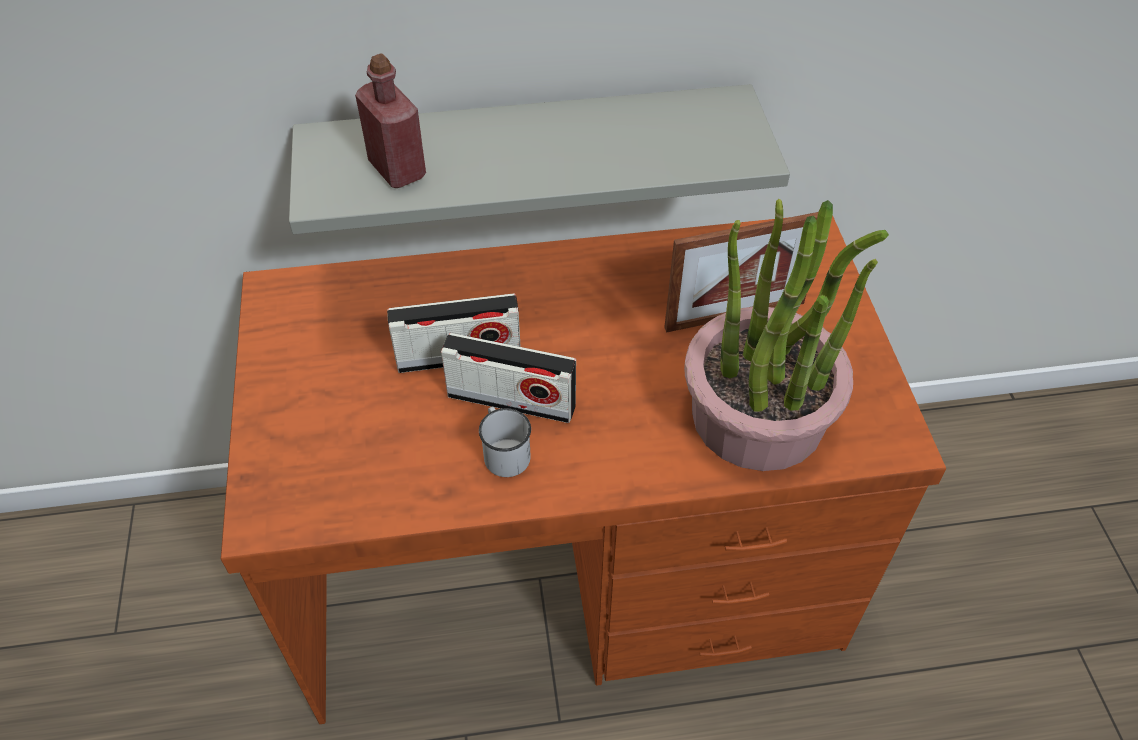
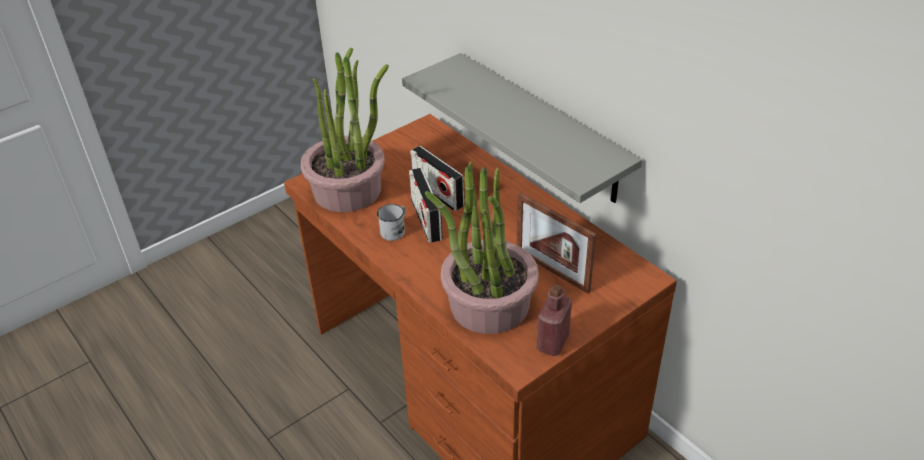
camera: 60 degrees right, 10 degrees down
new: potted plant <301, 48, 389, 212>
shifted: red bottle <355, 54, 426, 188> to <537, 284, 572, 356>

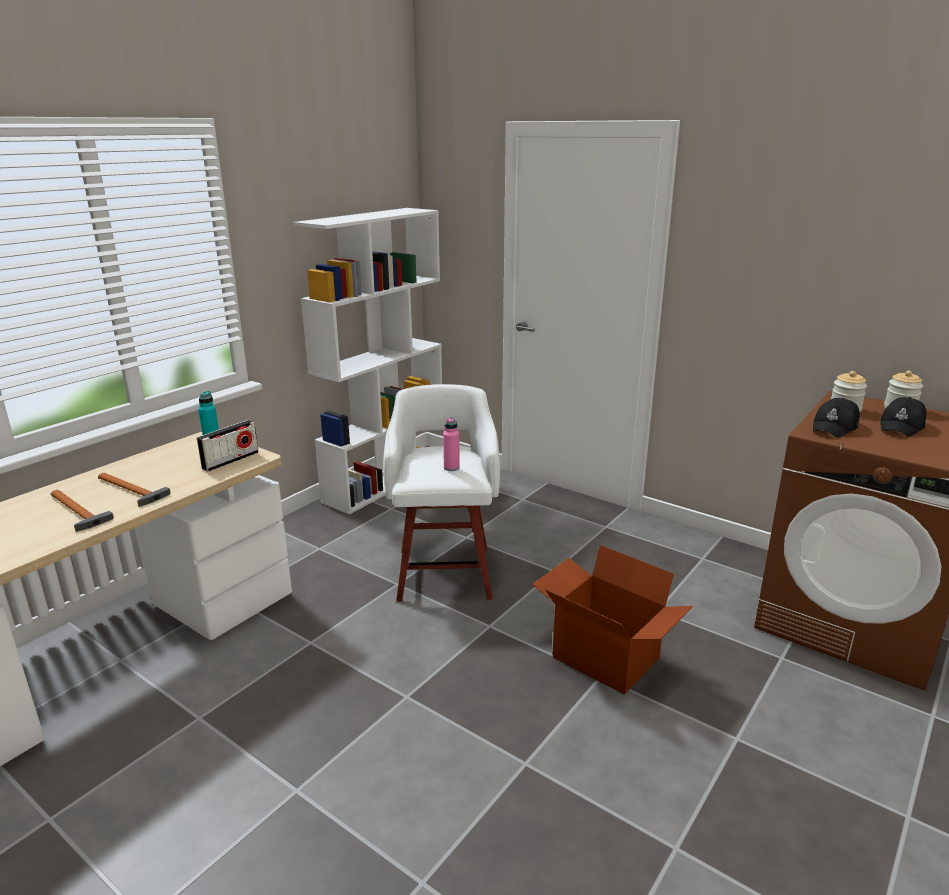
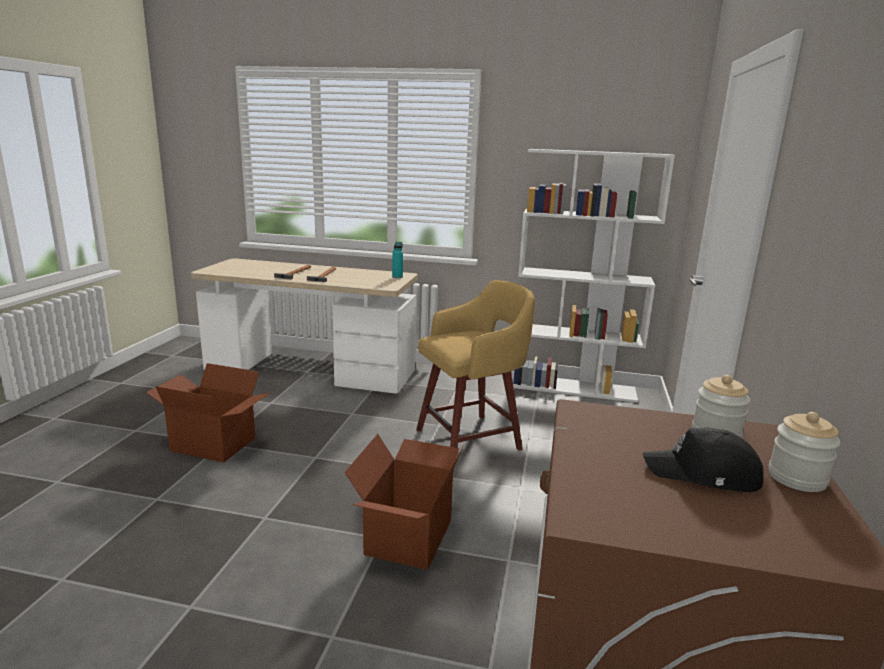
camera: 65 degrees right, 5 degrees down
gone: radio <197, 420, 259, 472>; pink bottle <443, 417, 460, 471>; black cap <813, 398, 860, 437>
new: cardboard box <146, 363, 270, 463>
repainted: white stool <383, 384, 500, 602> to yellow stool <416, 280, 535, 460>

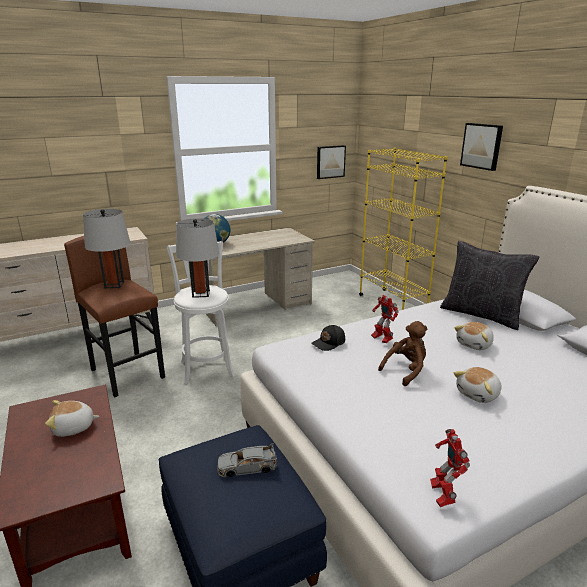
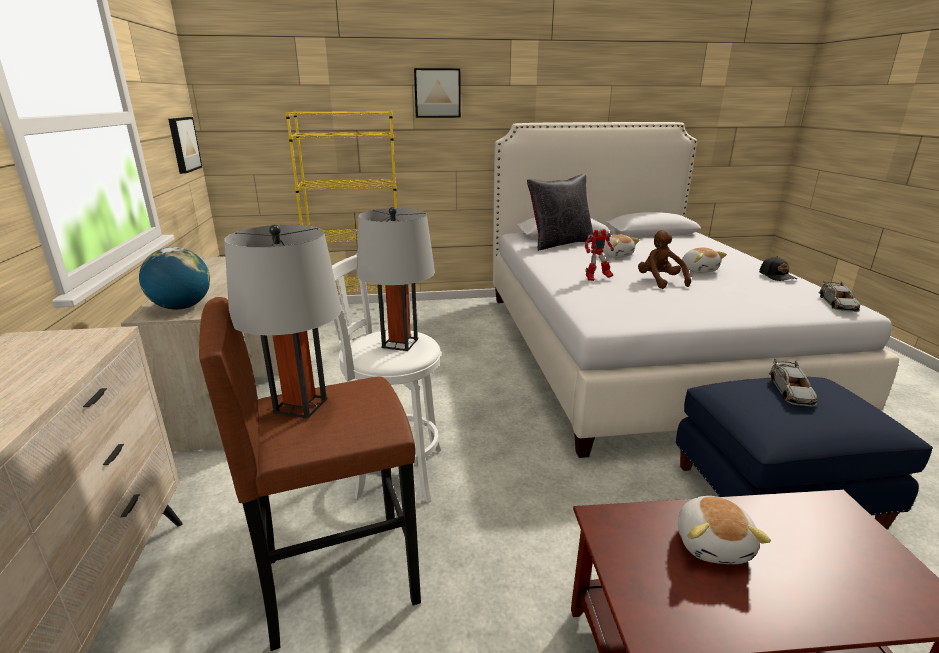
camera: 70 degrees left, 0 degrees up
shifted: black cap <311, 325, 345, 351> to <759, 256, 797, 281>
swapped: toy robot <430, 429, 470, 507> to grey toy car <818, 280, 860, 312>

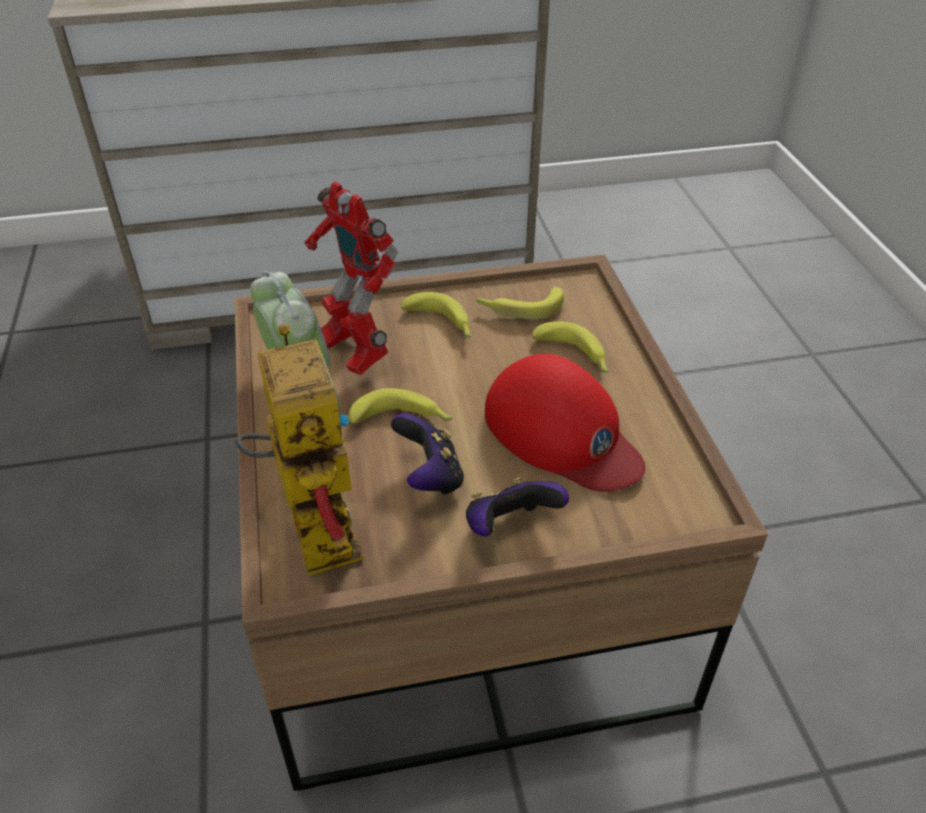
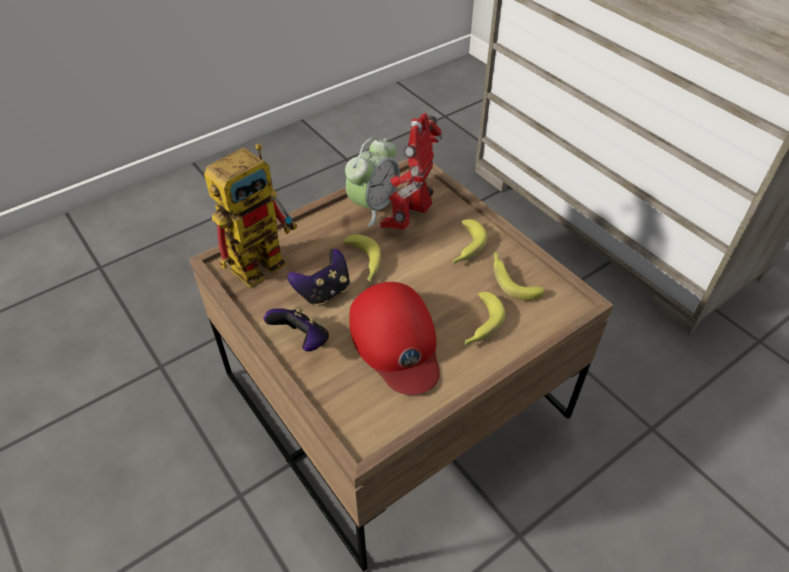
camera: 65 degrees right, 5 degrees up
rotated: red cap <485, 353, 645, 492> = <349, 282, 440, 395> 45 degrees counterclockwise

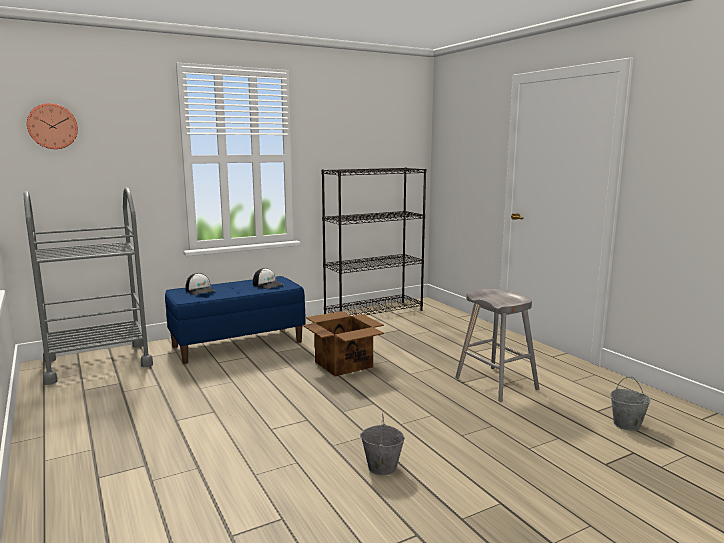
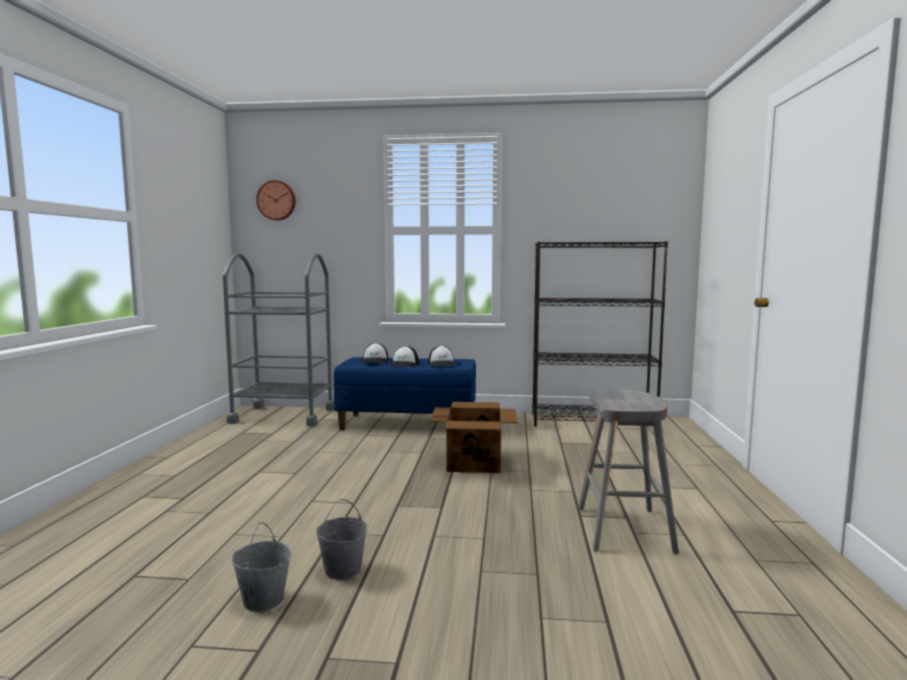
camera: 35 degrees right, 5 degrees down
new: cap <389, 346, 419, 368>
shifted: grey bucket <610, 377, 651, 431> to <231, 523, 292, 612>

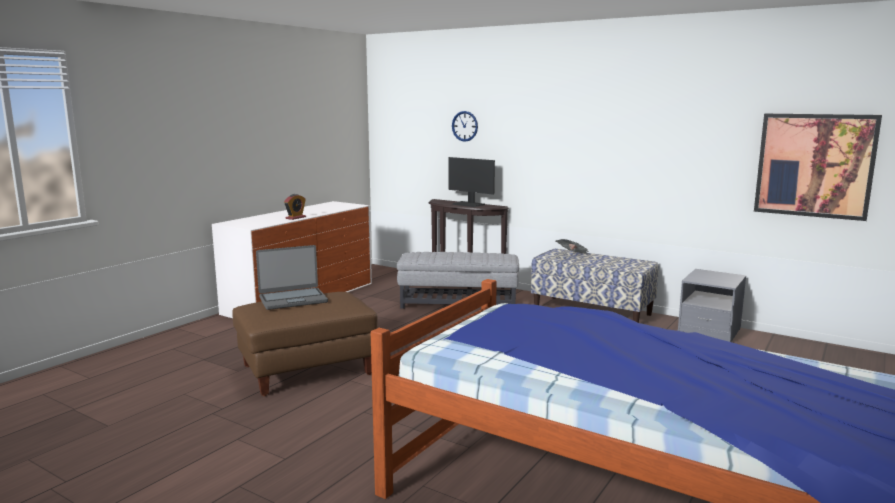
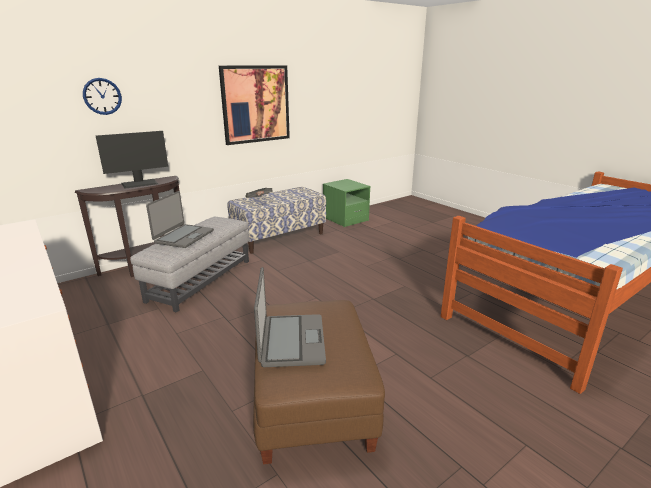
camera: 70 degrees left, 10 degrees up
gone: alarm clock <284, 194, 306, 220>
new: laptop <146, 191, 214, 248>
shifted: picture <754, 113, 882, 221> to <219, 65, 290, 145>
repainted: grey nightstand <678, 269, 746, 342> to green nightstand <323, 179, 370, 227>

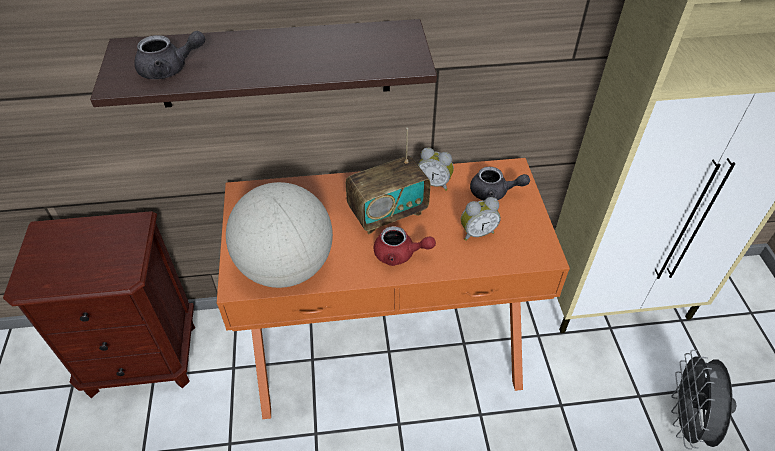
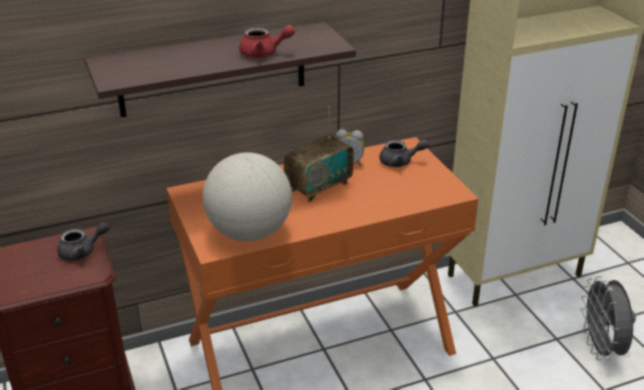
camera: 15 degrees left, 15 degrees down
gone: alarm clock <461, 197, 501, 241>
shifted: grey teapot <134, 31, 205, 79> to <57, 222, 110, 261>; red teapot <374, 226, 436, 266> to <239, 25, 295, 58>

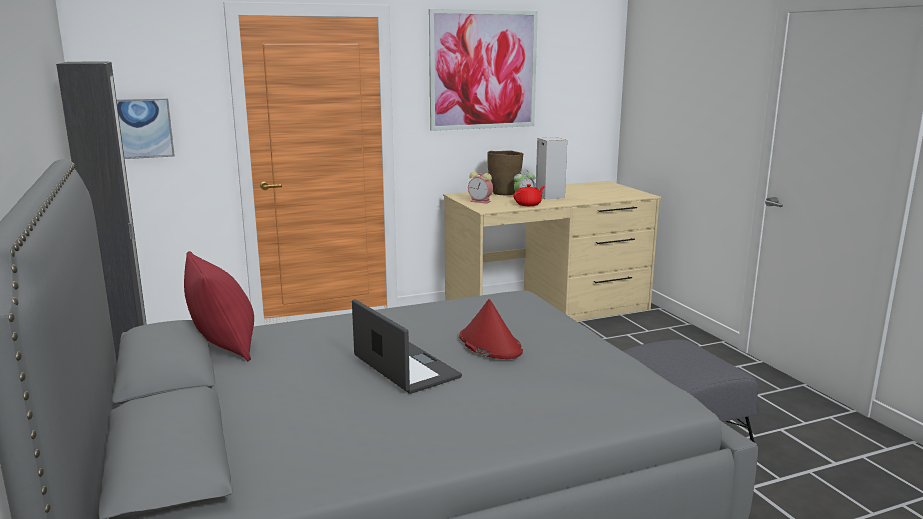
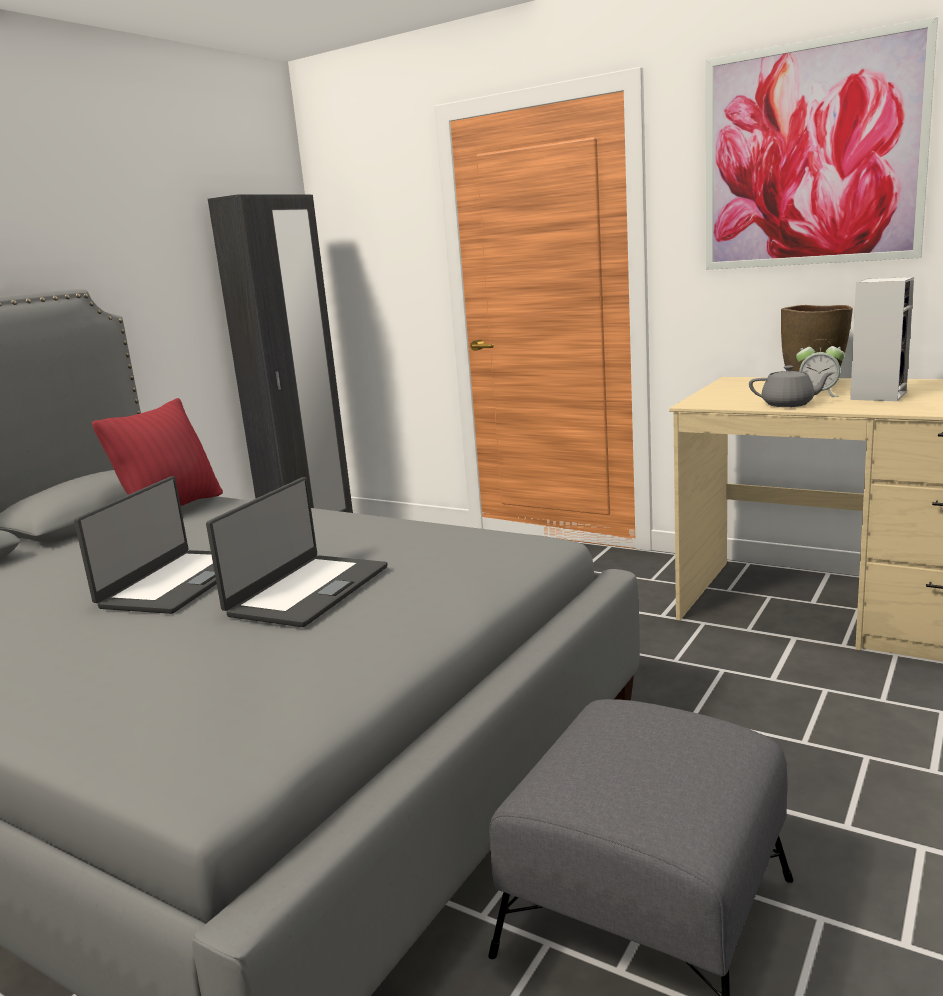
camera: 55 degrees right, 0 degrees up
gone: picture <117, 98, 175, 159>; alarm clock <468, 172, 493, 204>
swapped: red hat <459, 299, 523, 359> to laptop <206, 477, 387, 627>
repainted: red teapot <513, 184, 545, 206> to grey teapot <749, 365, 834, 407>

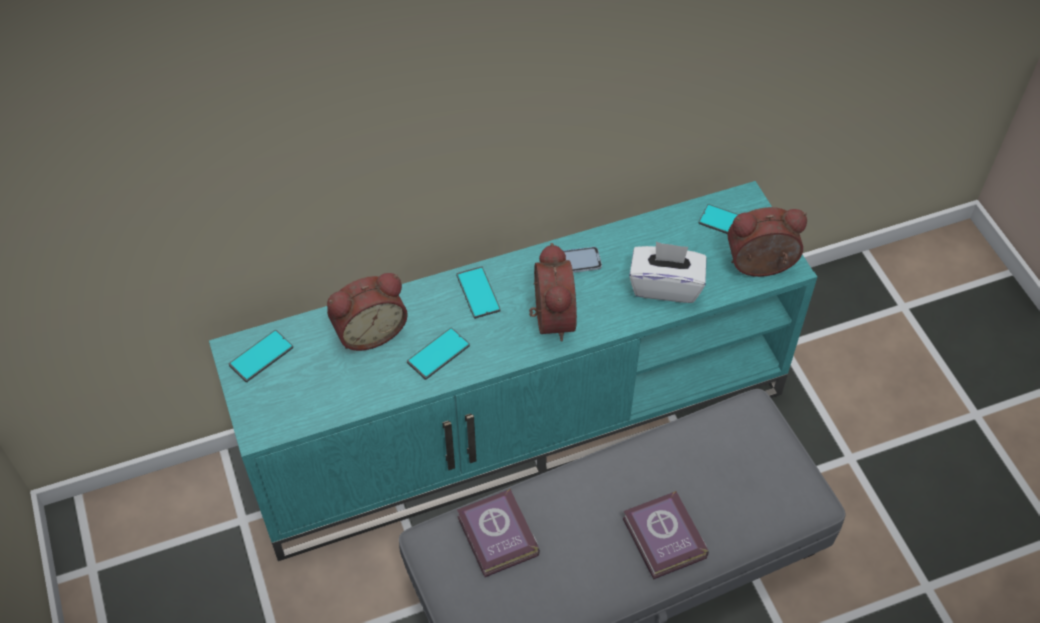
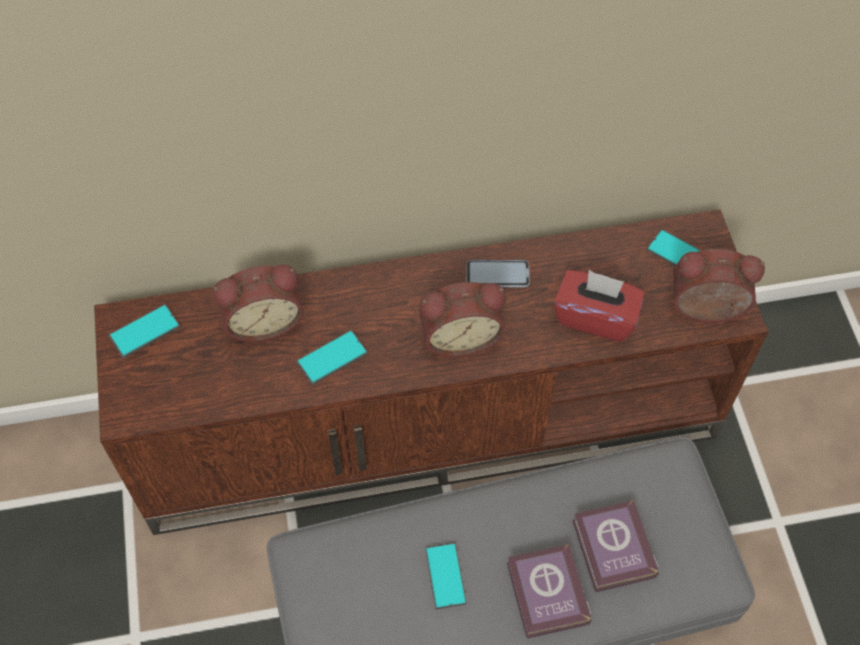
camera: 10 degrees right, 5 degrees up
shifted: phone <456, 266, 501, 319> to <425, 542, 467, 609>; book <457, 489, 540, 577> to <572, 500, 659, 592>
repainted: turquoise tv stand <209, 181, 817, 561> to brown tv stand <94, 209, 768, 535>; white tissue box <629, 241, 707, 303> to red tissue box <554, 270, 645, 342>
rotated: alarm clock <529, 243, 577, 341> = <419, 282, 505, 357> 75 degrees clockwise

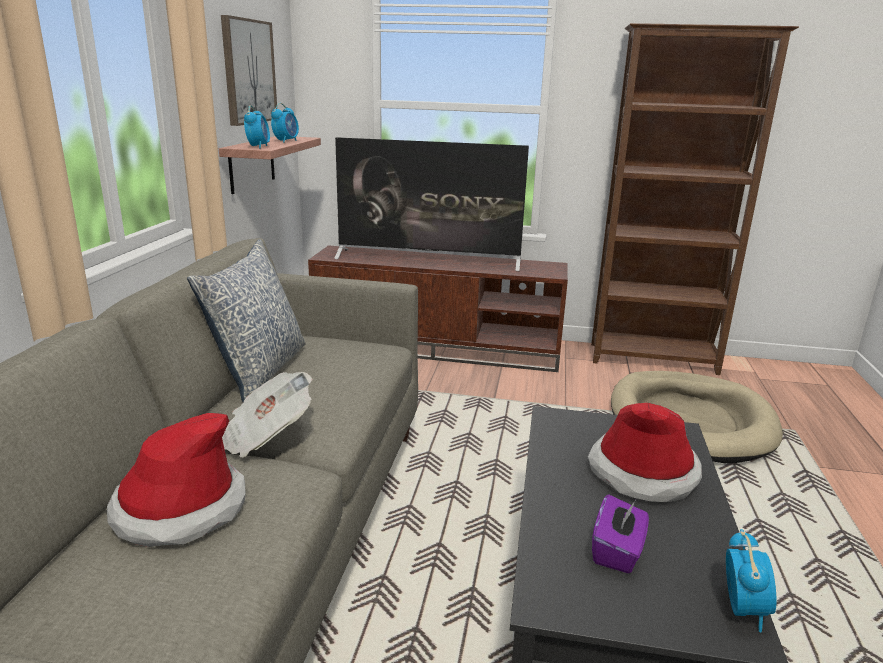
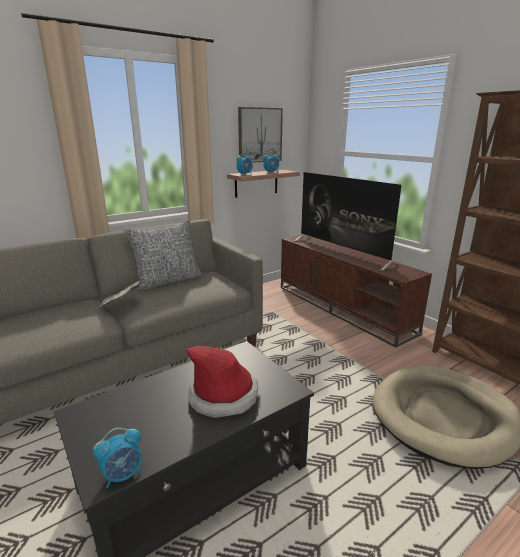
camera: 45 degrees right, 0 degrees up
gone: hat <107, 413, 245, 547>; purple tissue box <592, 495, 649, 573>

